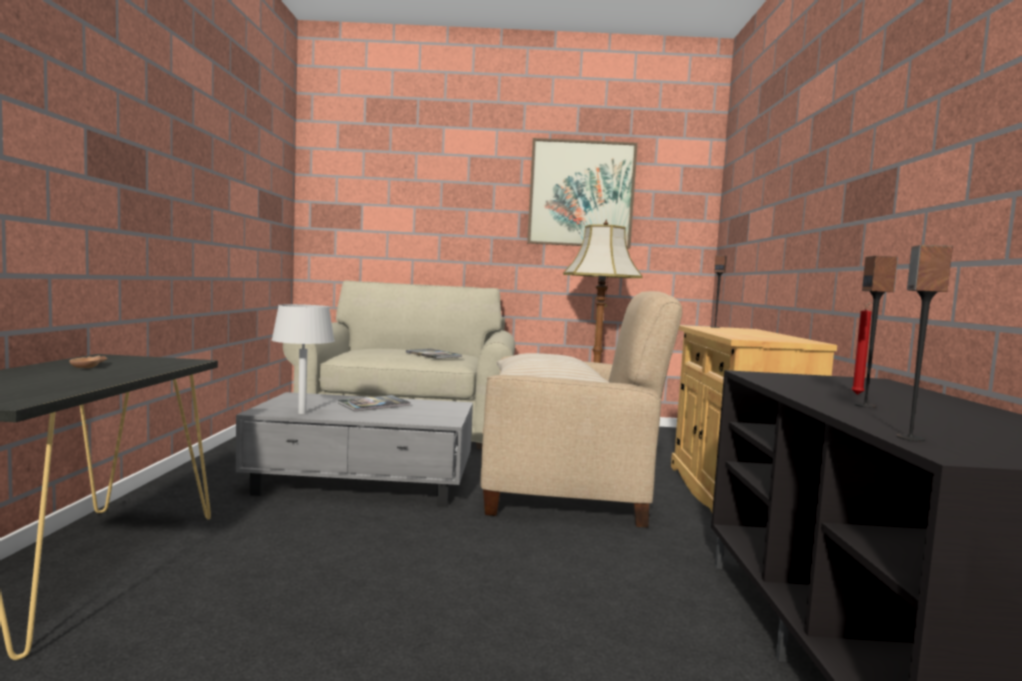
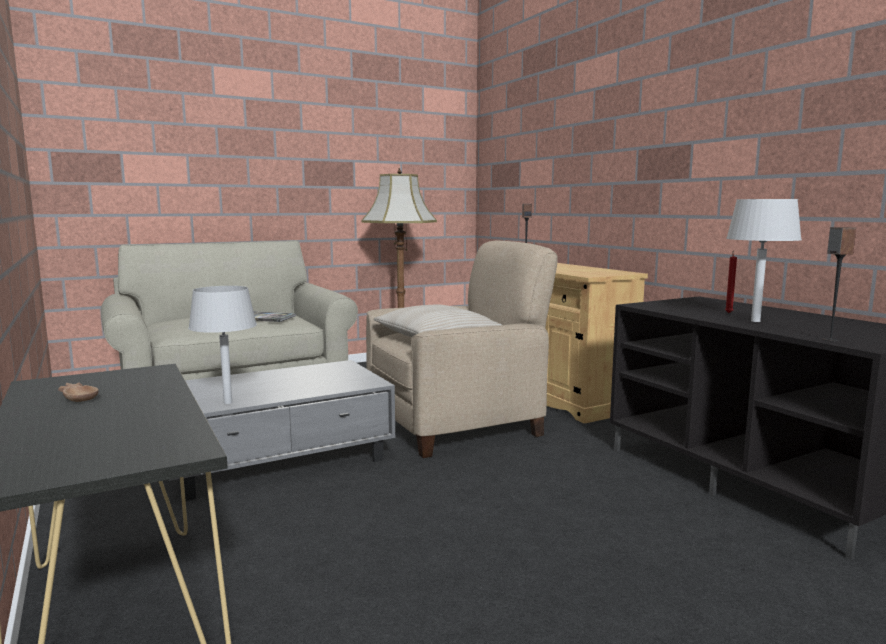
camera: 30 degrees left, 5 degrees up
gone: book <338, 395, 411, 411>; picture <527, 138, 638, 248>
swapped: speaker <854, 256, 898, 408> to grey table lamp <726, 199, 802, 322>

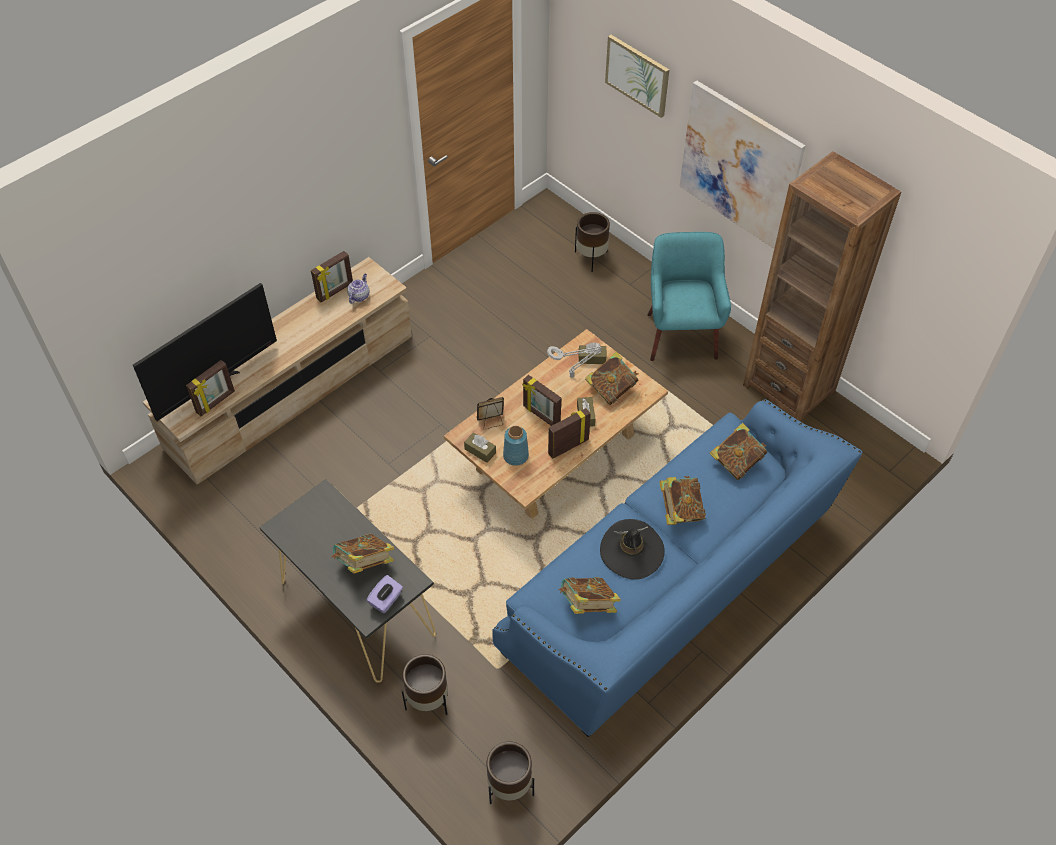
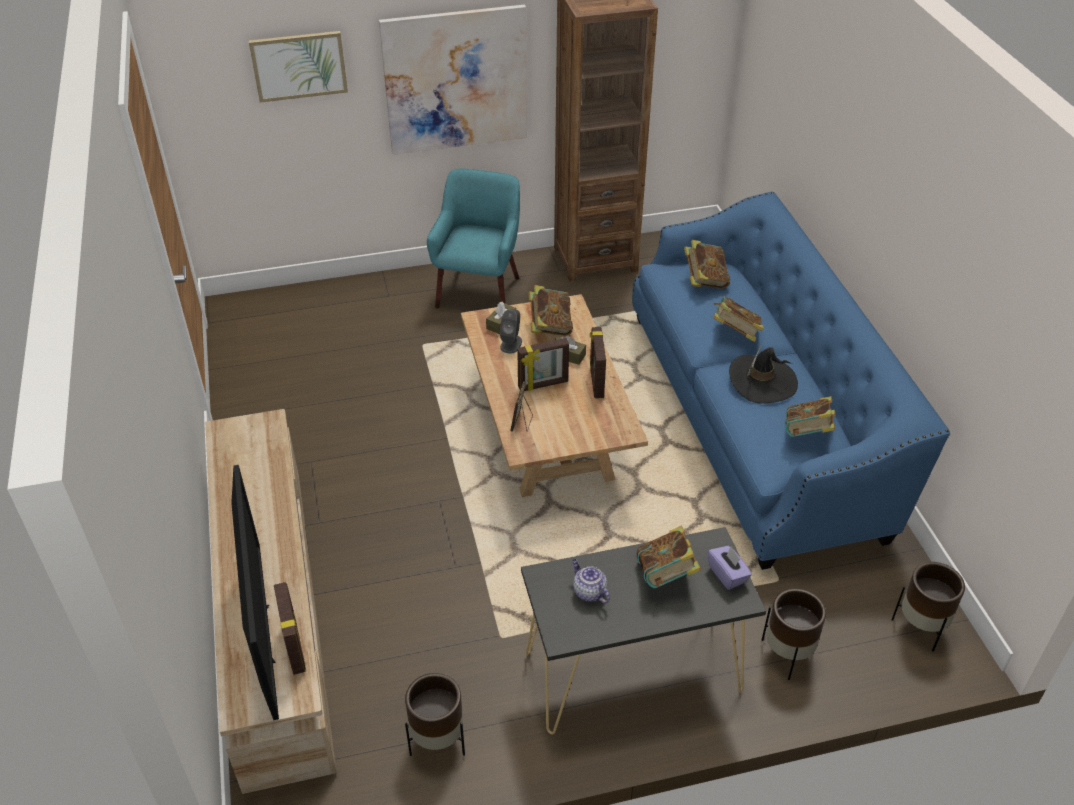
camera: 60 degrees left, 10 degrees down
gone: picture frame <311, 251, 353, 302>; brown tissue box <464, 432, 496, 463>; blue vase <503, 426, 529, 466>
shifted: brown planter <575, 212, 610, 272> to <405, 673, 465, 756>; teapot <347, 274, 369, 304> to <572, 559, 610, 603>
swapped: grey table lamp <547, 346, 602, 378> to grey speaker <500, 309, 522, 353>
rotated: turquoise armchair <647, 232, 731, 361> = <427, 169, 520, 309> 75 degrees clockwise

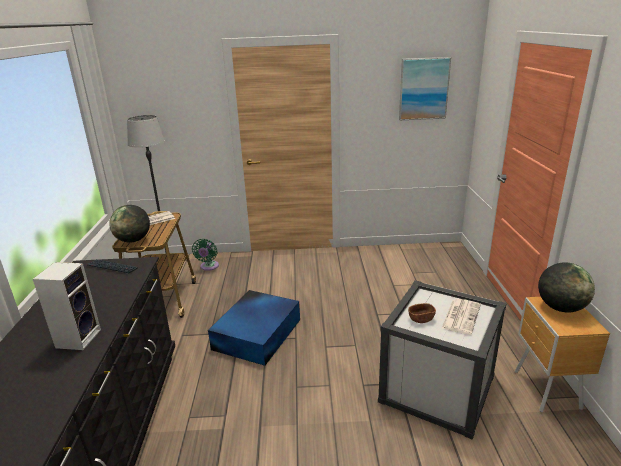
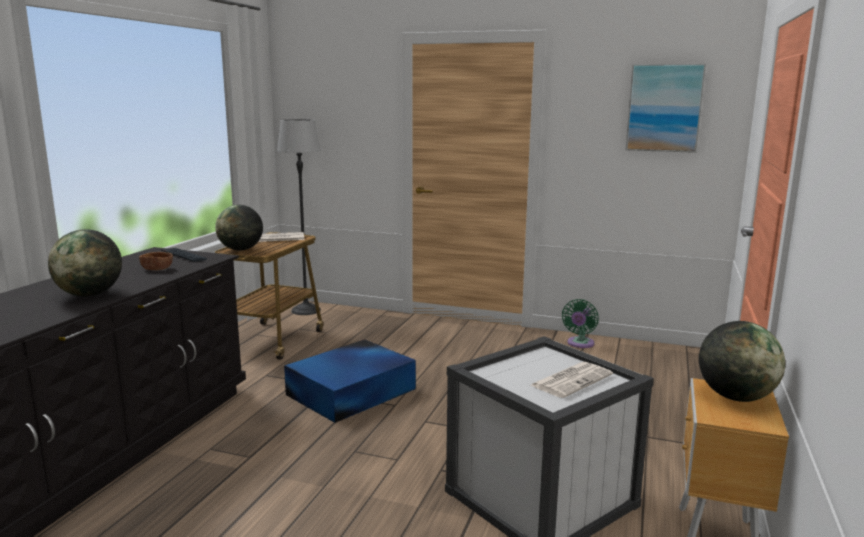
camera: 20 degrees right, 10 degrees down
shifted: brown bowl <408, 303, 436, 323> to <139, 252, 173, 270>; green fan <192, 239, 219, 271> to <562, 299, 599, 348>
swapped: speaker <33, 262, 101, 350> to globe <48, 229, 122, 296>

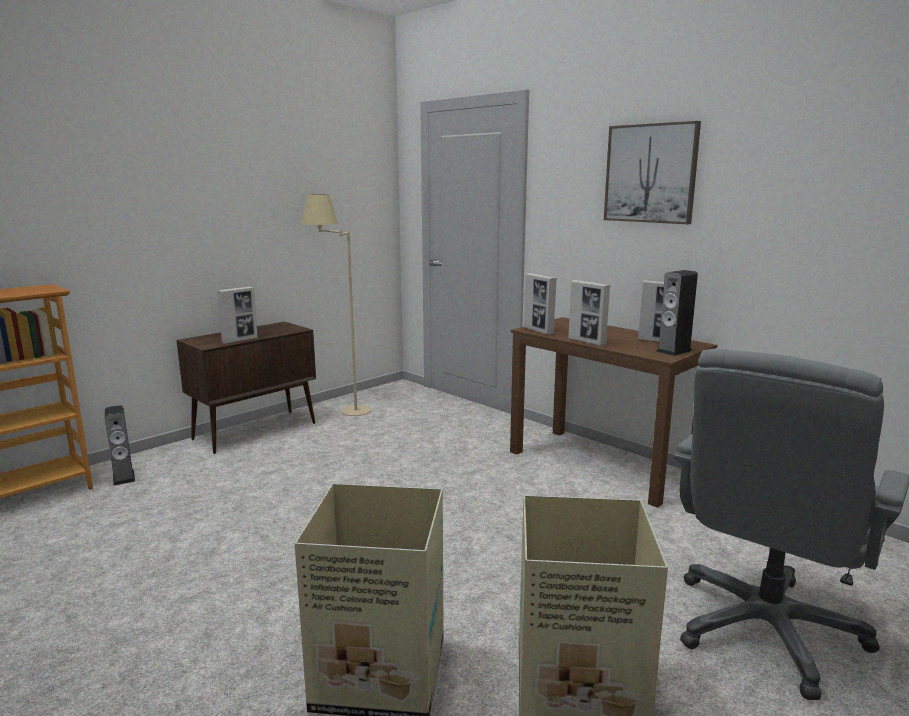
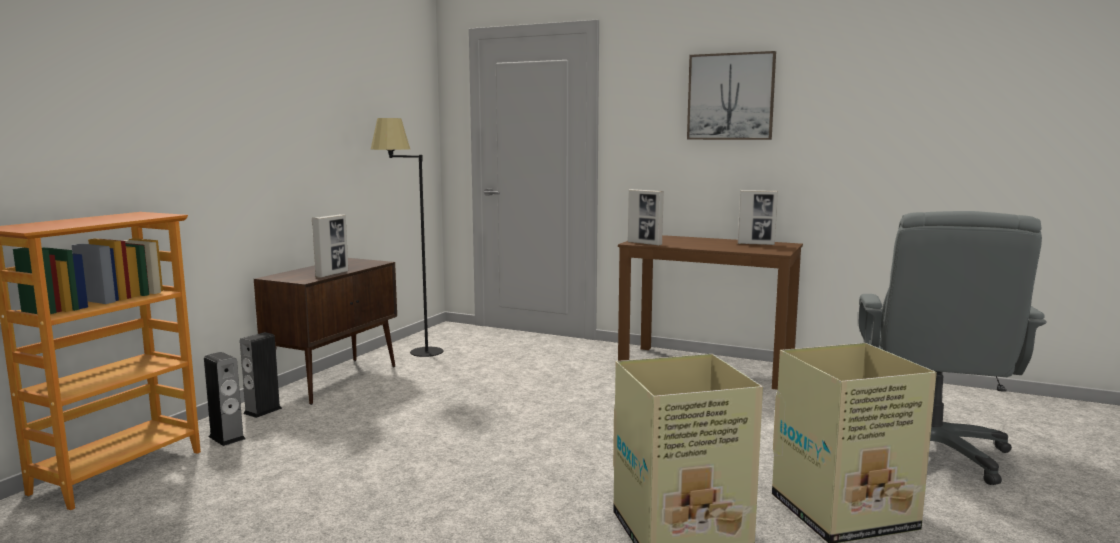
camera: 20 degrees left, 5 degrees down
gone: picture frame <568, 280, 610, 346>
shifted: speaker <656, 270, 698, 356> to <240, 332, 282, 418>
repainted: beige floor lamp <302, 194, 371, 416> to black floor lamp <371, 118, 443, 357>

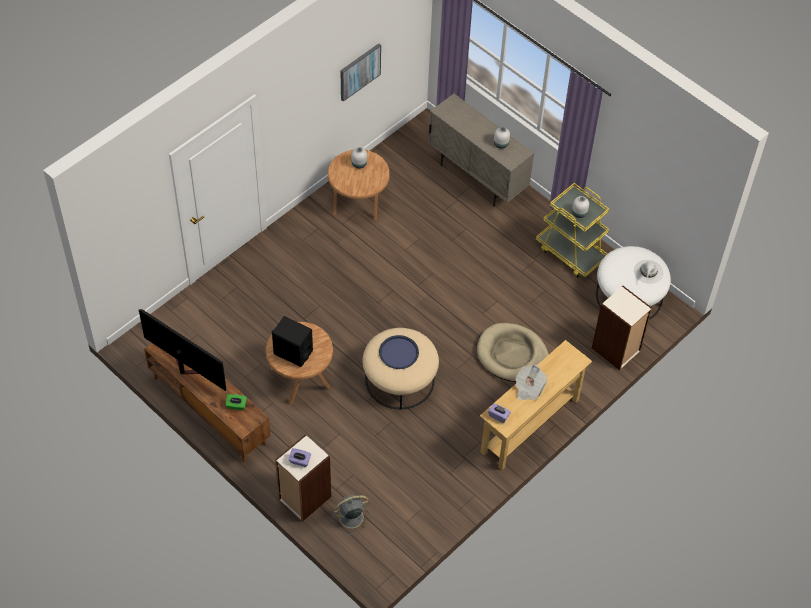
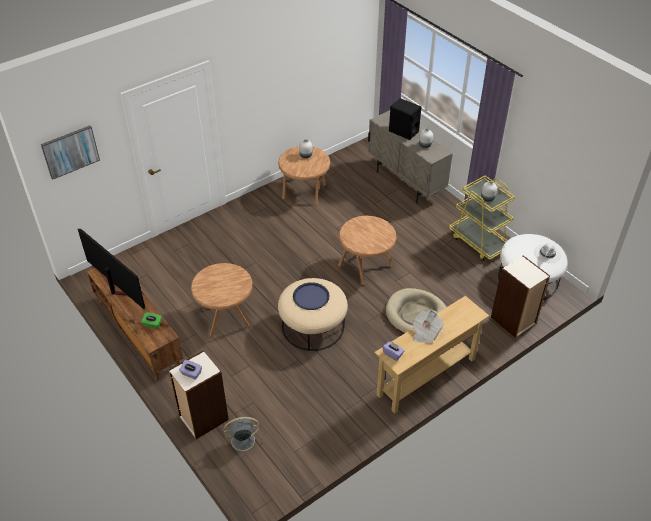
camera: 10 degrees right, 10 degrees down
new: brown side table <338, 216, 396, 285>
shifted: picture <341, 43, 381, 102> to <41, 126, 100, 180>; black speaker <271, 316, 313, 367> to <389, 98, 421, 140>

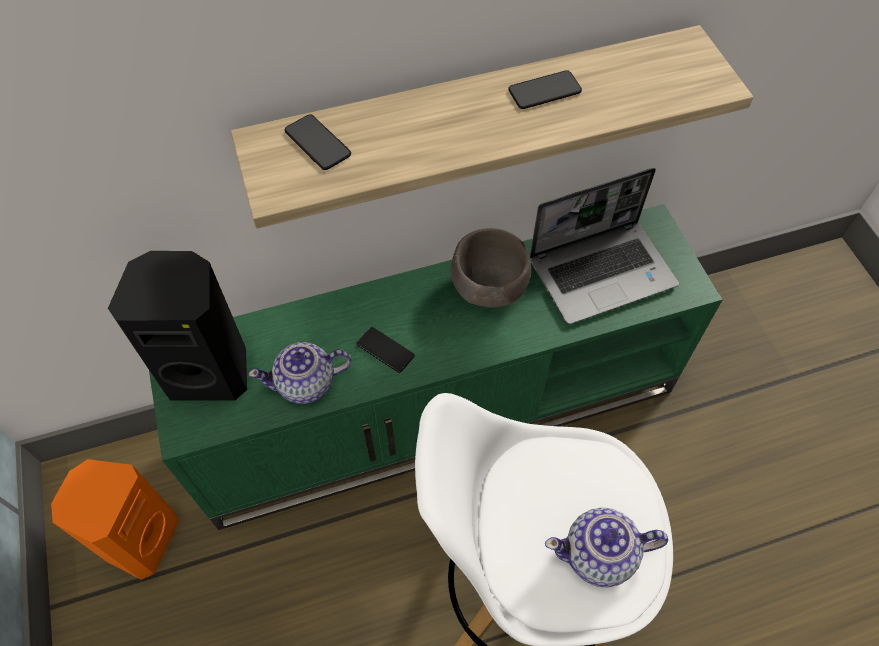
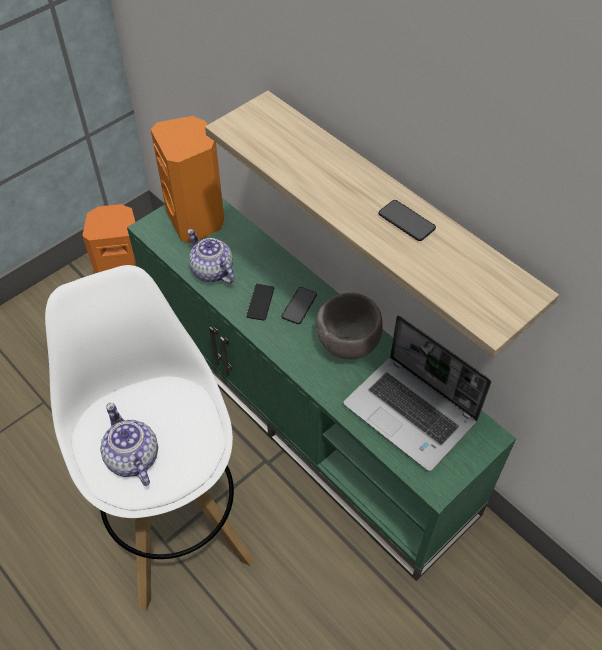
camera: 65 degrees right, 5 degrees down
shifted: phone <285, 114, 351, 170> to <282, 287, 317, 324>
repainted: black speaker <108, 251, 247, 401> to orange speaker <151, 116, 224, 243>

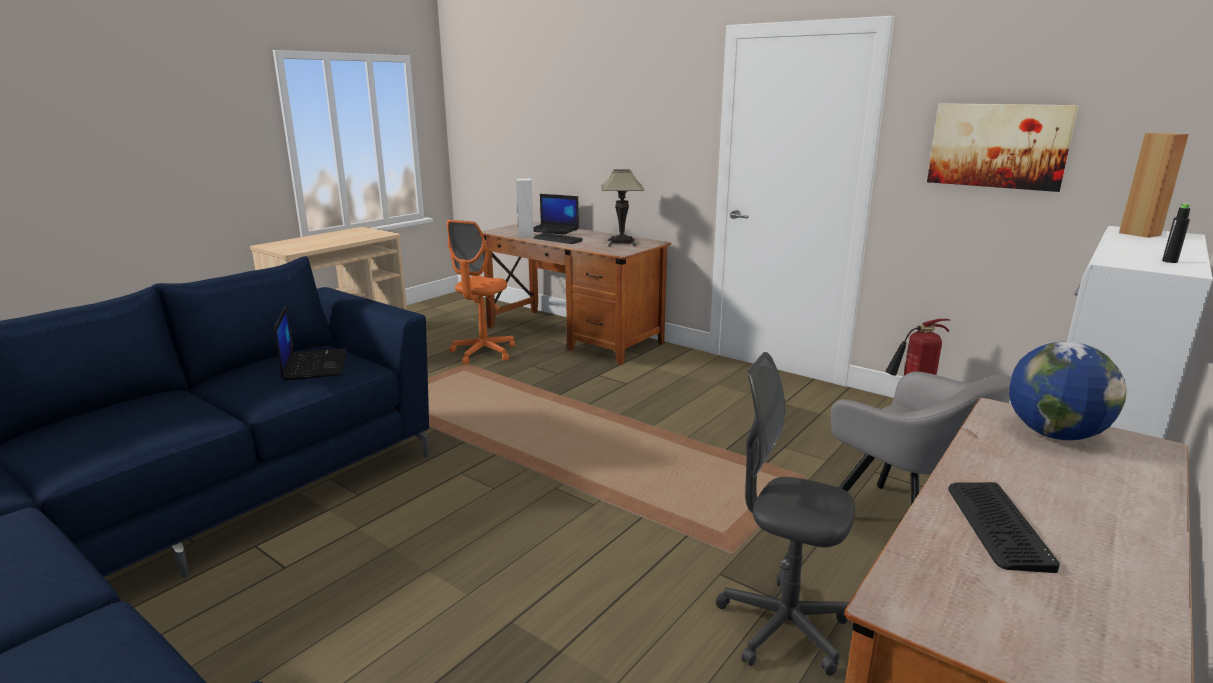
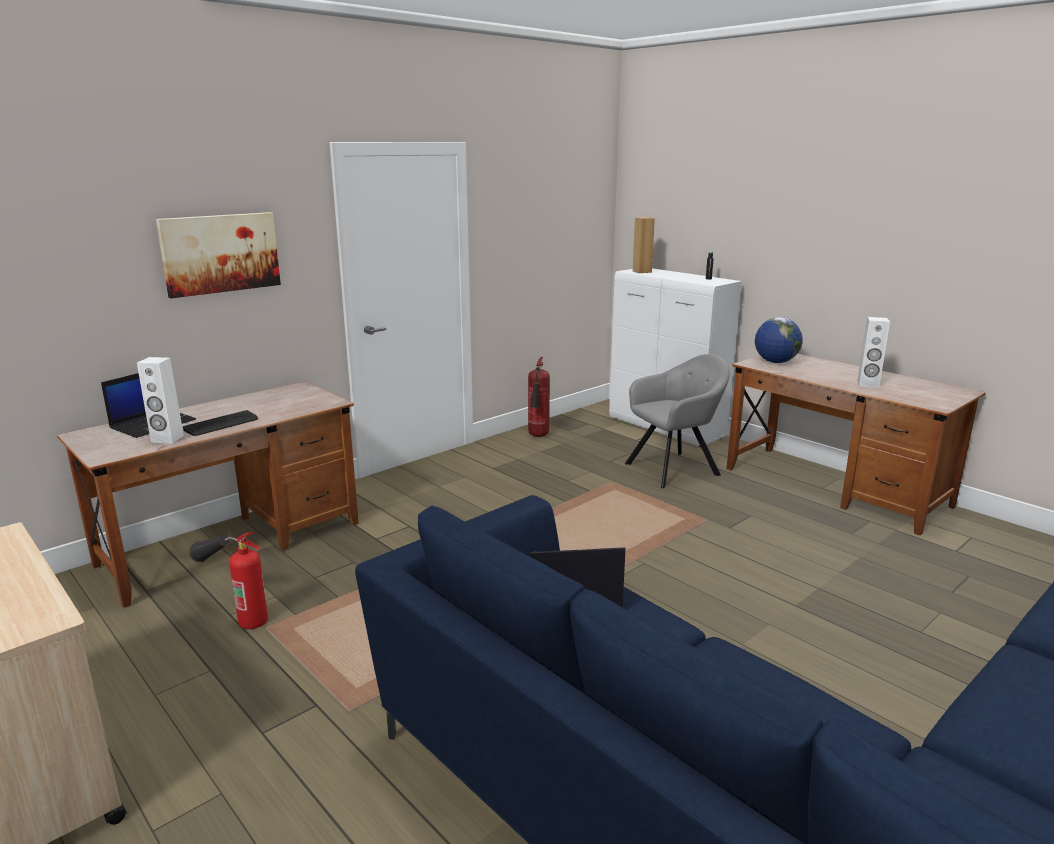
camera: 80 degrees left, 0 degrees up
gone: table lamp <602, 169, 644, 247>; grey office chair <716, 352, 855, 676>
shifted: picture <927, 103, 1079, 192> to <156, 212, 281, 298>
swapped: orange office chair <447, 220, 515, 364> to fire extinguisher <189, 532, 268, 629>; keyboard <948, 482, 1060, 573> to white speaker <857, 317, 890, 388>

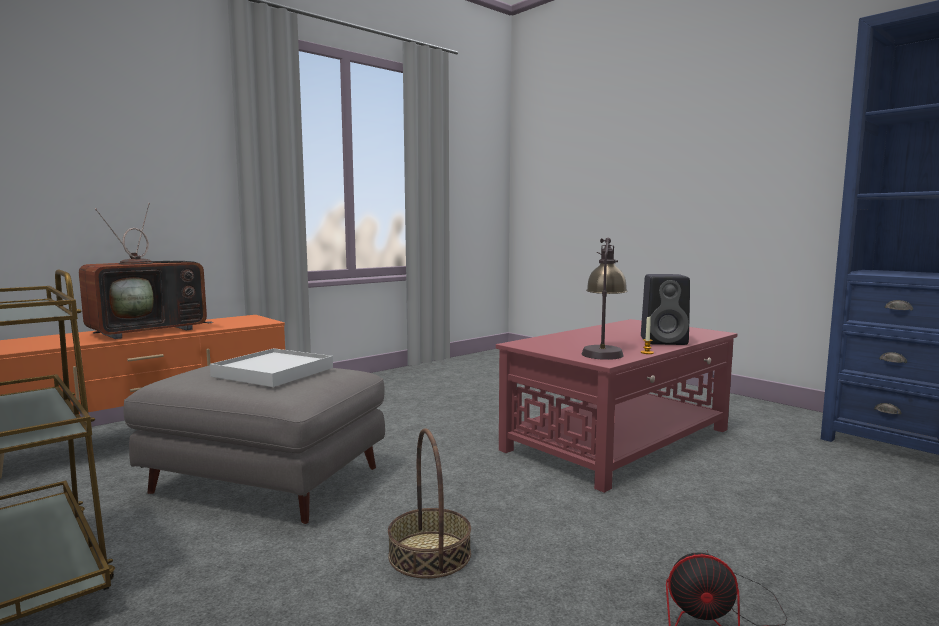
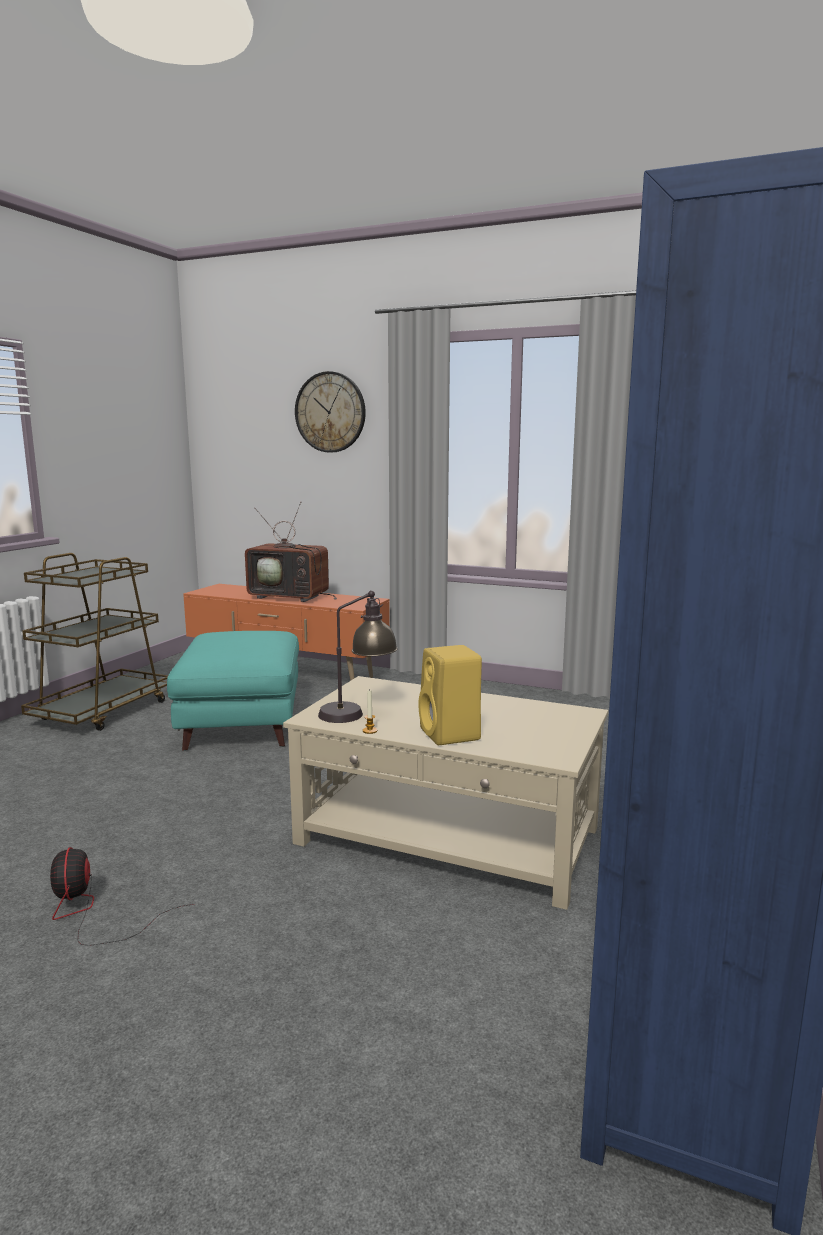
camera: 65 degrees right, 5 degrees up
gone: white tray <210, 348, 333, 387>; basket <388, 428, 471, 579>
new: wall clock <295, 371, 366, 453>
repainted: grey ottoman <124, 365, 385, 524> to turquoise ottoman <167, 631, 299, 751>; red coffee table <496, 319, 737, 493> to beige coffee table <283, 676, 608, 910>; black speaker <641, 274, 690, 345> to yellow speaker <418, 645, 482, 745>

